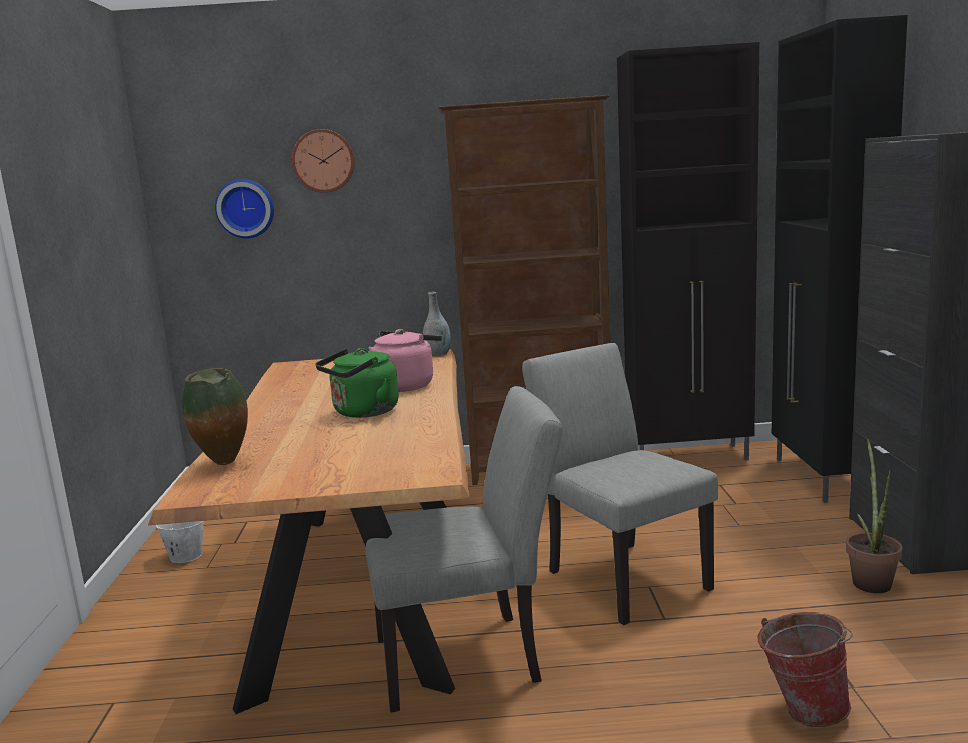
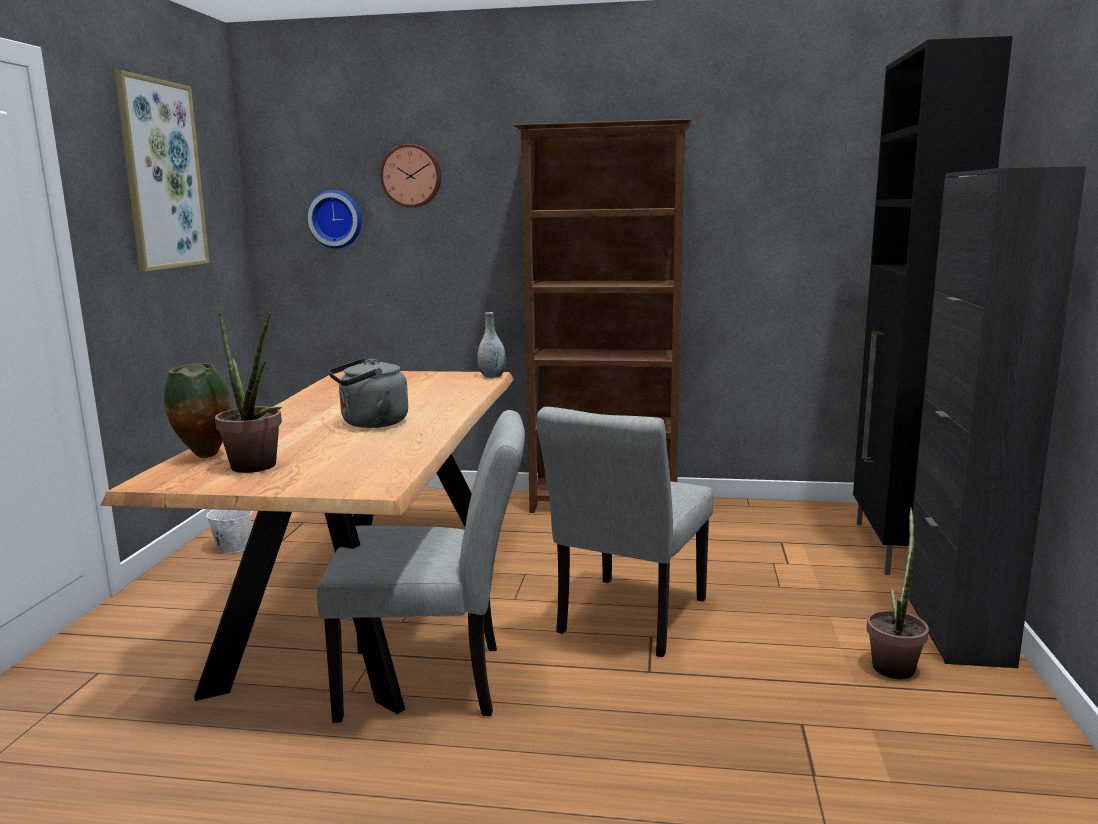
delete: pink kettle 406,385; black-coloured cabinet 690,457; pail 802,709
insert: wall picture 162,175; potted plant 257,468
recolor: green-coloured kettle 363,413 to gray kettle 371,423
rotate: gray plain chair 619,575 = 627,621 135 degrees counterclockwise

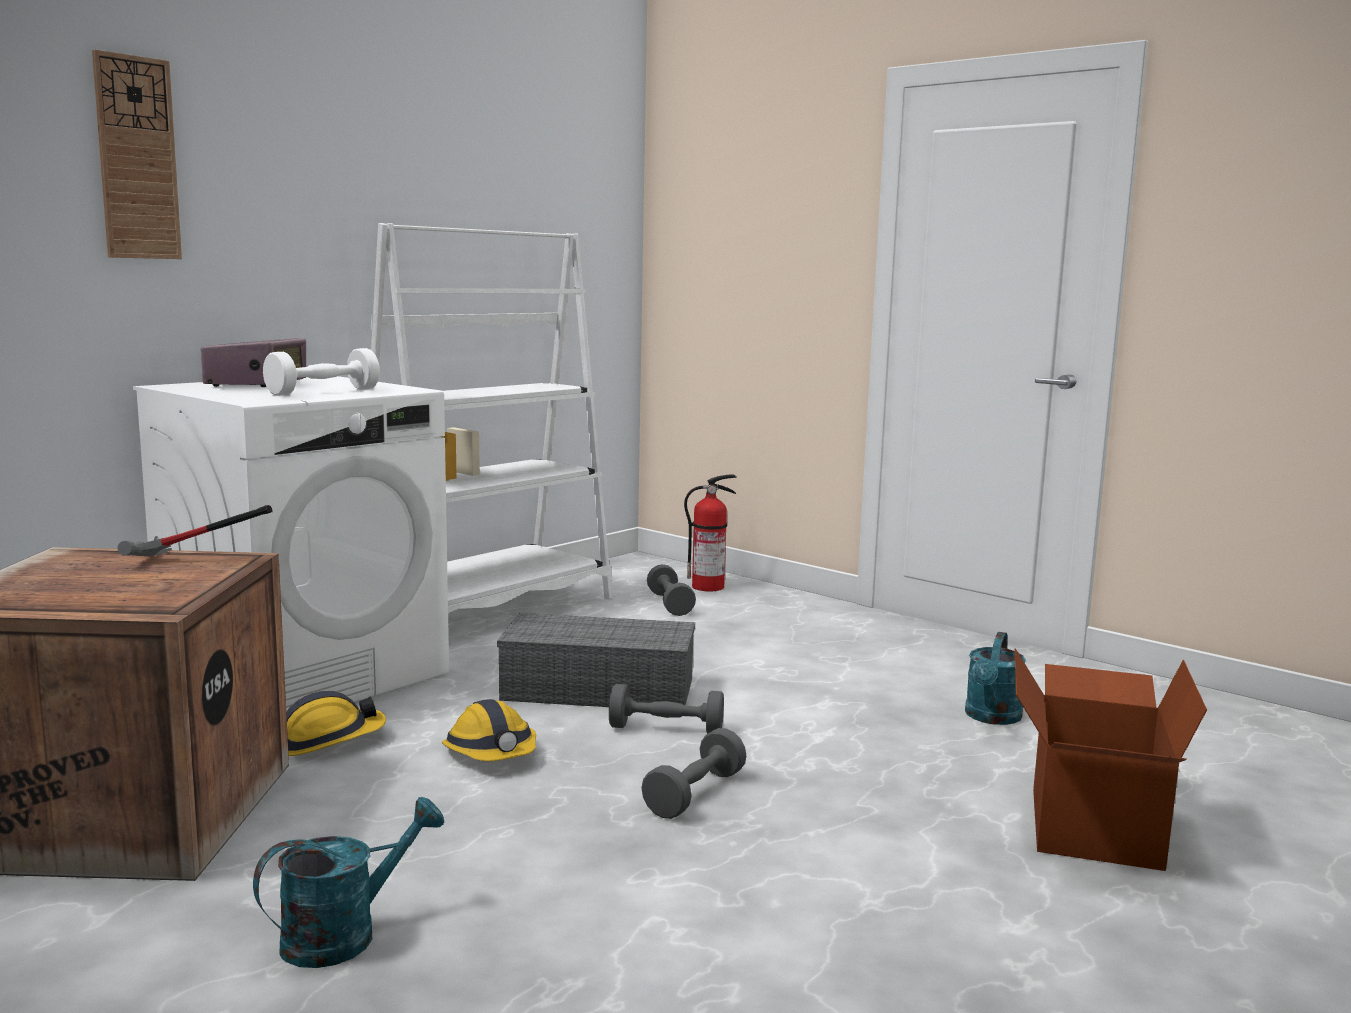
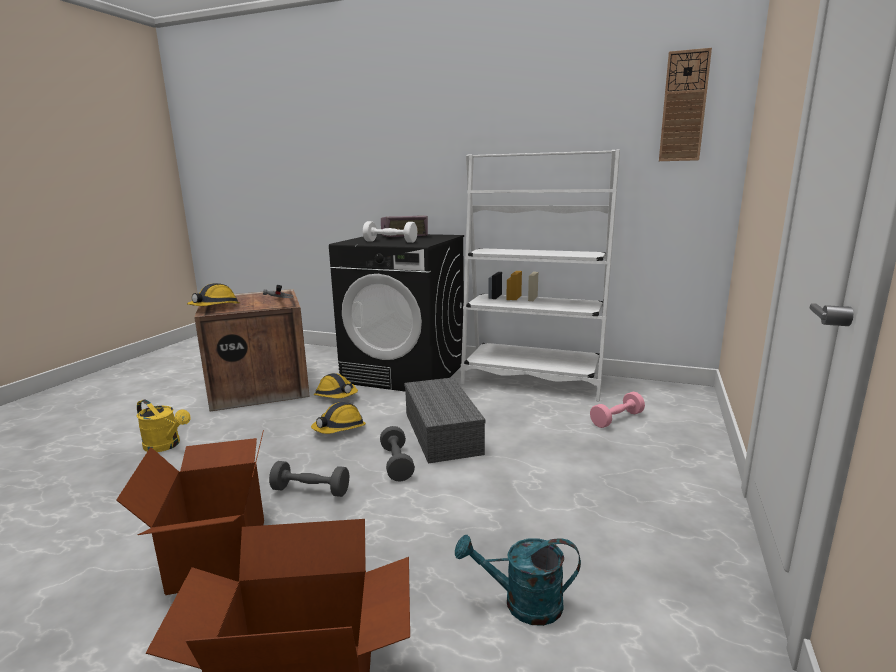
delete: fire extinguisher 709,587
insert: carton 216,554; safety helmet 215,307
move: wall clock 137,158 to 684,107
recolor: turquoise watering pot 345,934 to yellowish watering pot 166,446; white laundry machine 306,674 to black-coloured laundry machine 406,372; gray dumbbell 670,604 to pink dumbbell 616,419

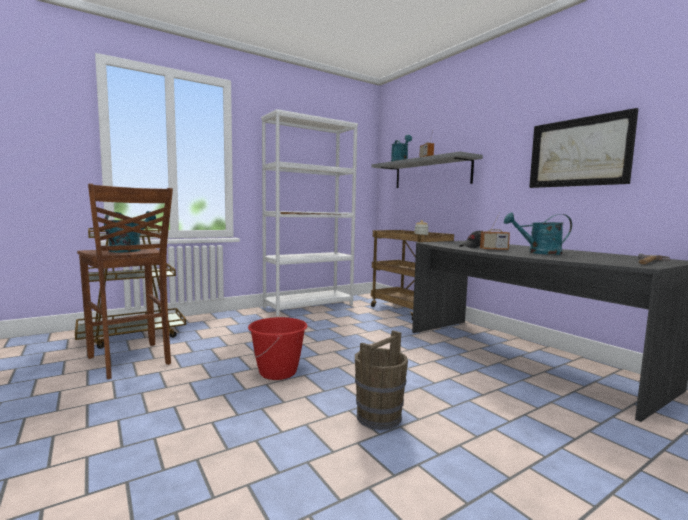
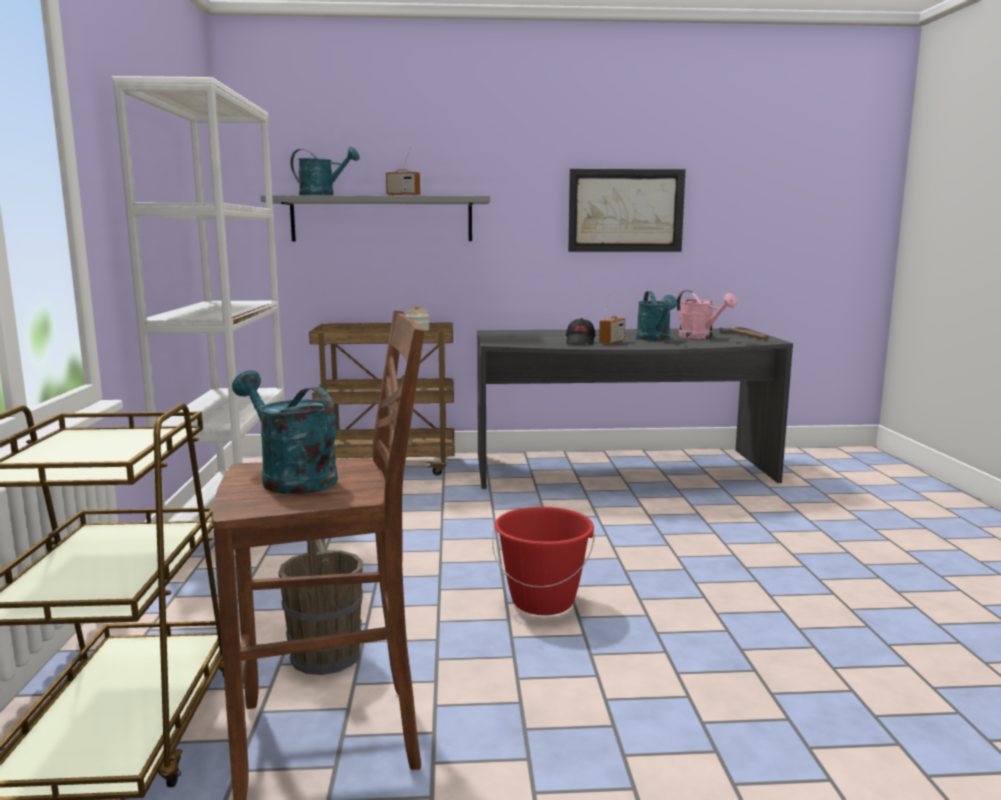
insert: pink watering pot 700,337
move: brown-coloured pail 378,417 to 325,656
rotate: turquoise watering pot 538,253 = 655,339 45 degrees counterclockwise

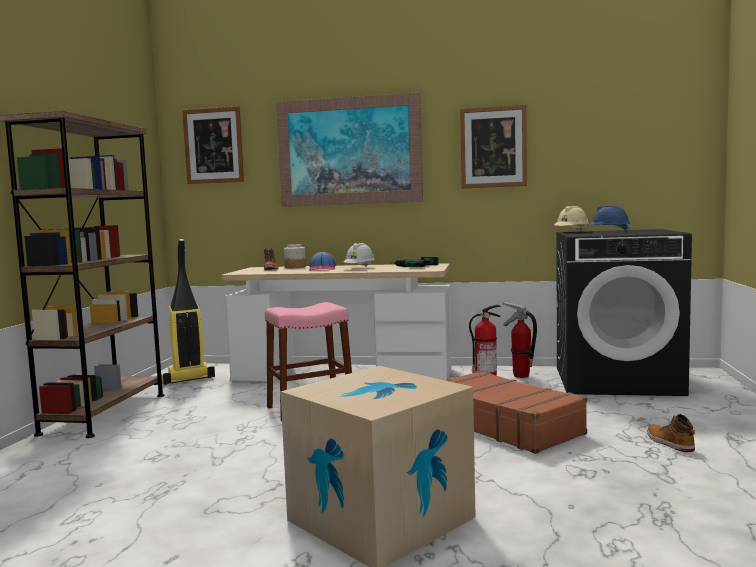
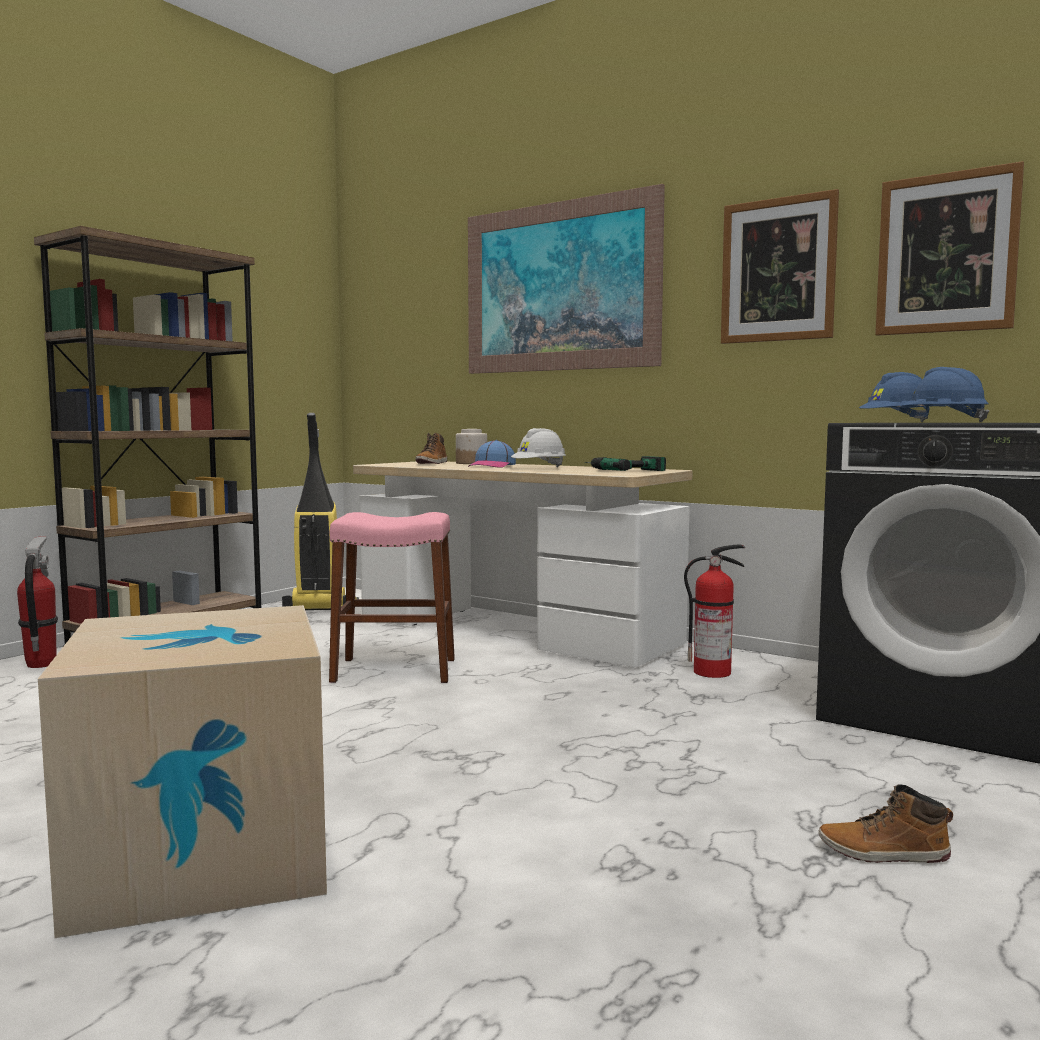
delete: brown-coloured suitcase 505,425
move: fire extinguisher 520,375 to 41,664; wall picture 213,146 to 946,253
recolor: beige-coloured safety helmet 571,232 to blue-coloured safety helmet 896,422
rotate: tall boot 669,443 = 883,853 90 degrees counterclockwise

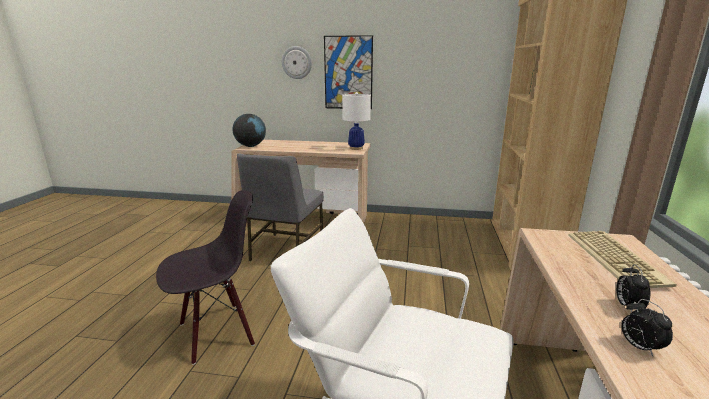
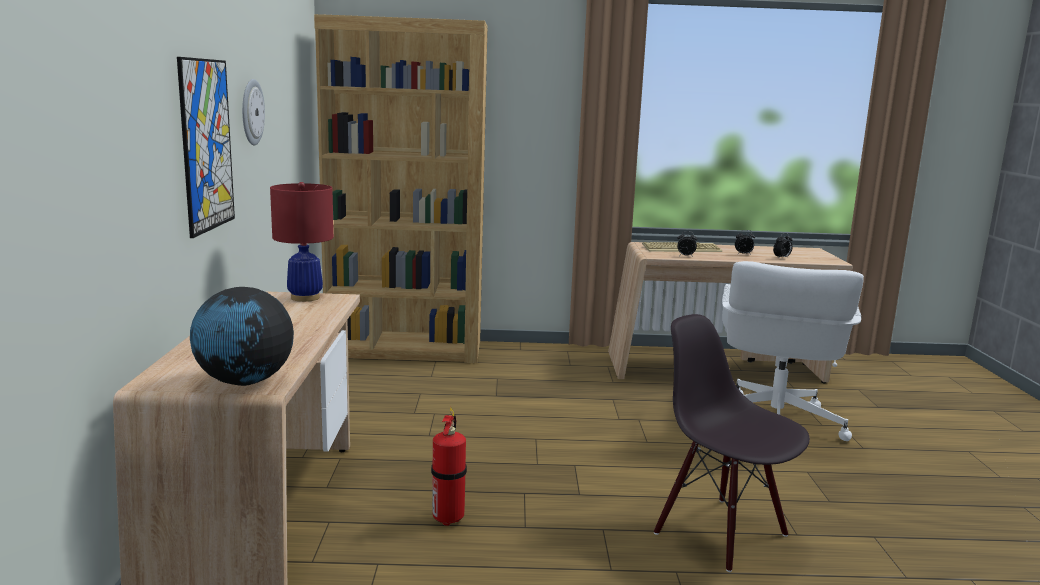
insert: bedside clock 685,256
move: wall clock 297,62 to 251,112
replace: gray plain chair 285,250 to fire extinguisher 449,517
recolor: white tabletop lamp 356,148 to reddish tabletop lamp 305,297

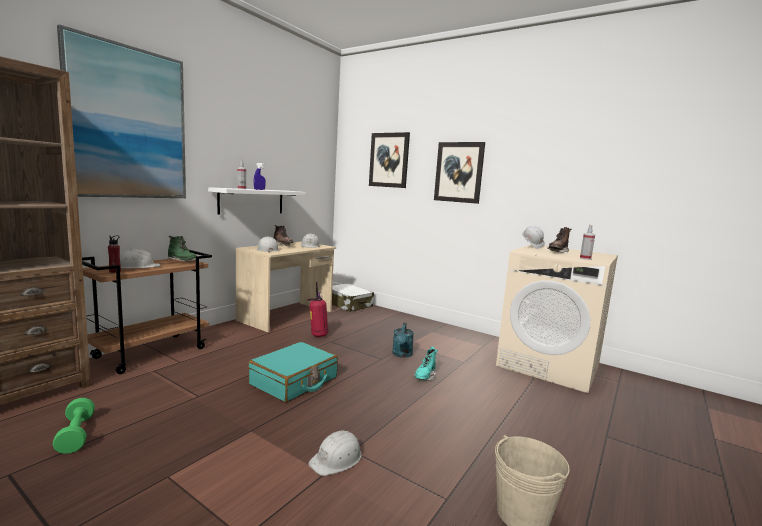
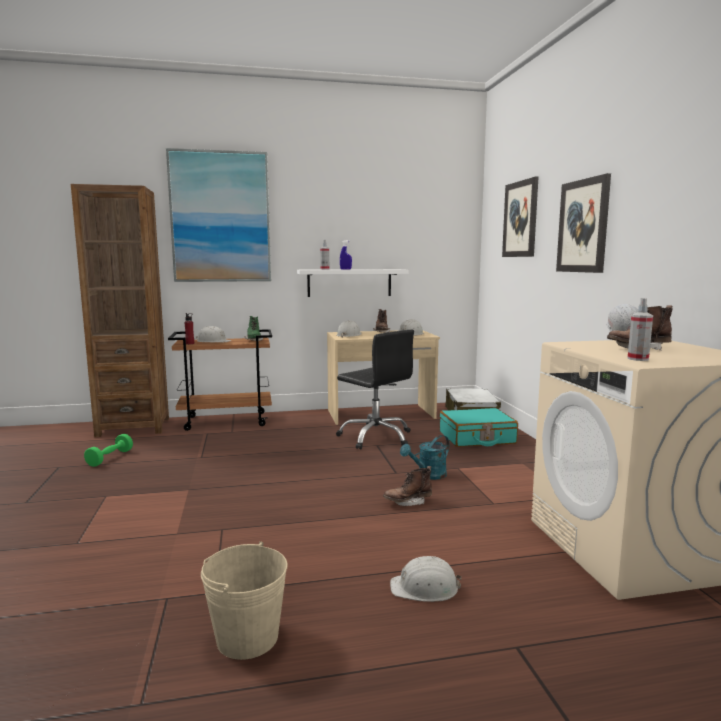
move: white safety helmet 337,459 to 425,588; turquoise suitcase 294,381 to 477,438
replace: fire extinguisher 318,335 to black-coloured desk chair 376,437
recolor: turquoise tall boot 425,377 to brown-coloured tall boot 408,502

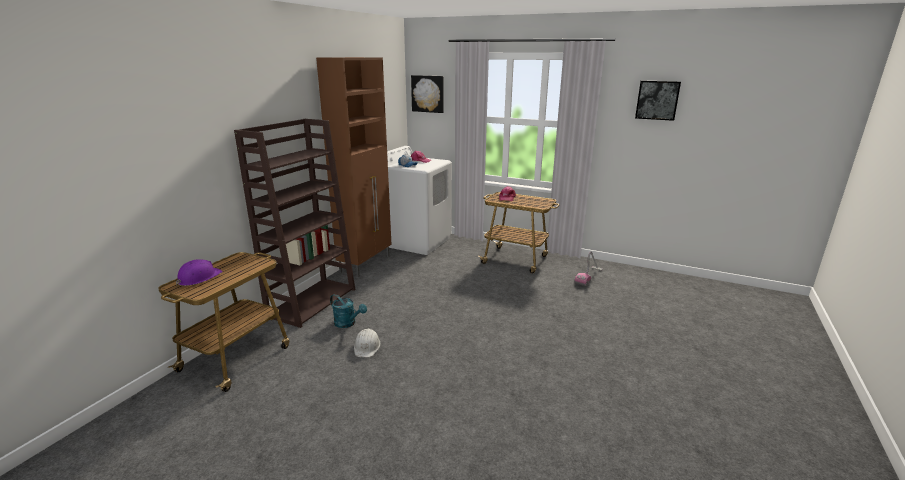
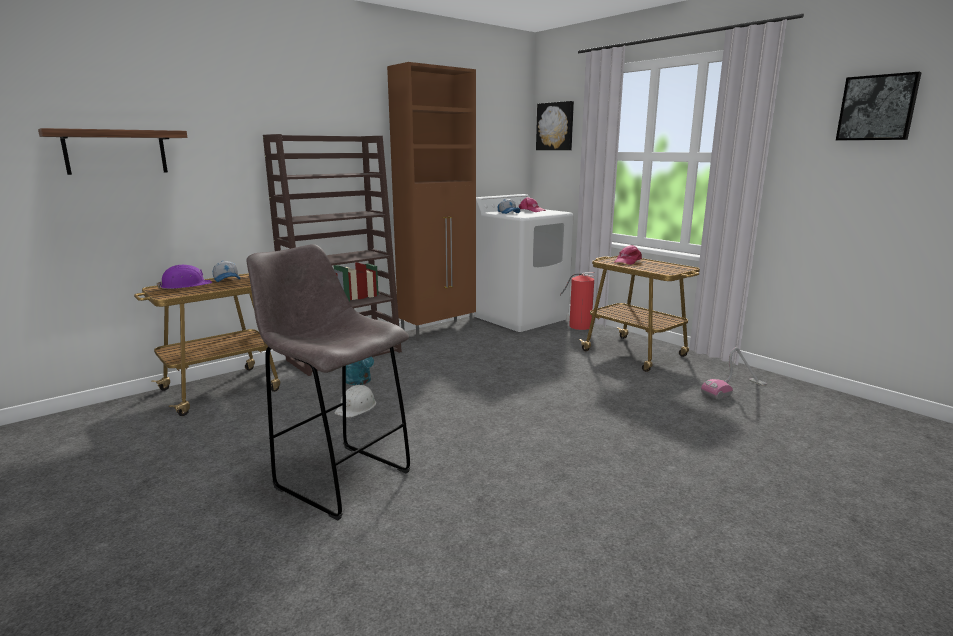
insert: bracket shelf 116,152; cap 227,279; gray sitting stool 340,478; fire extinguisher 579,326

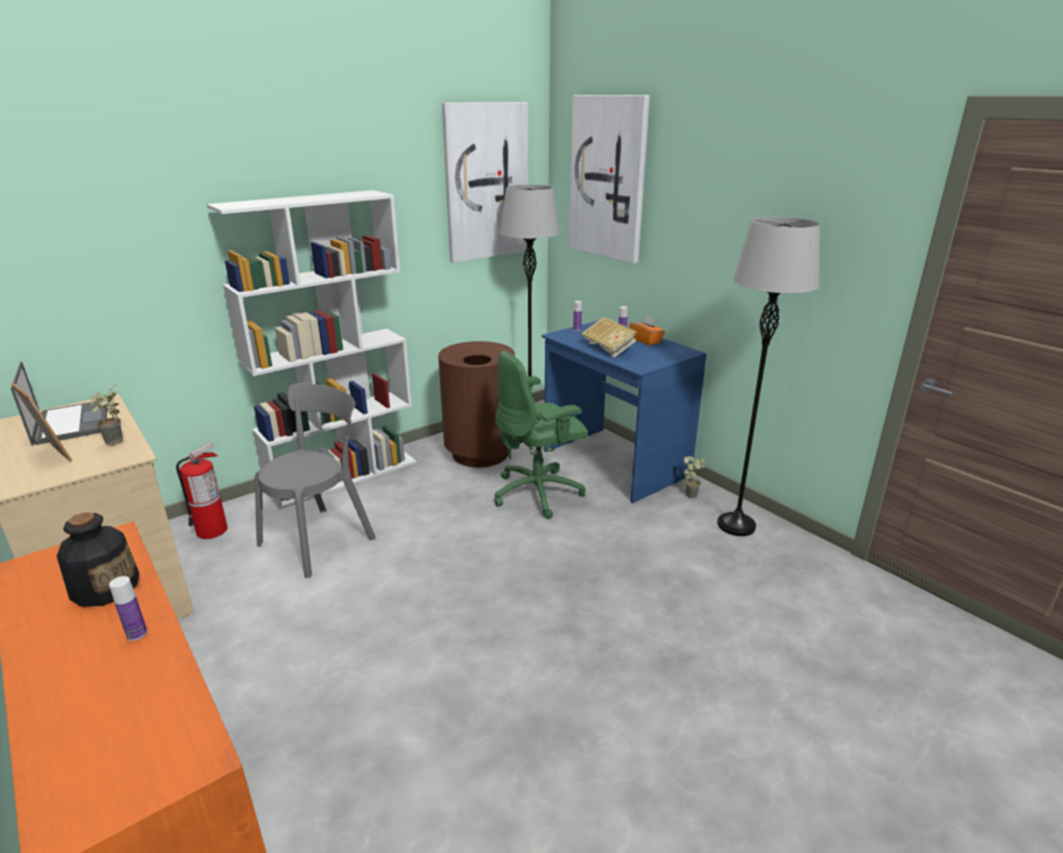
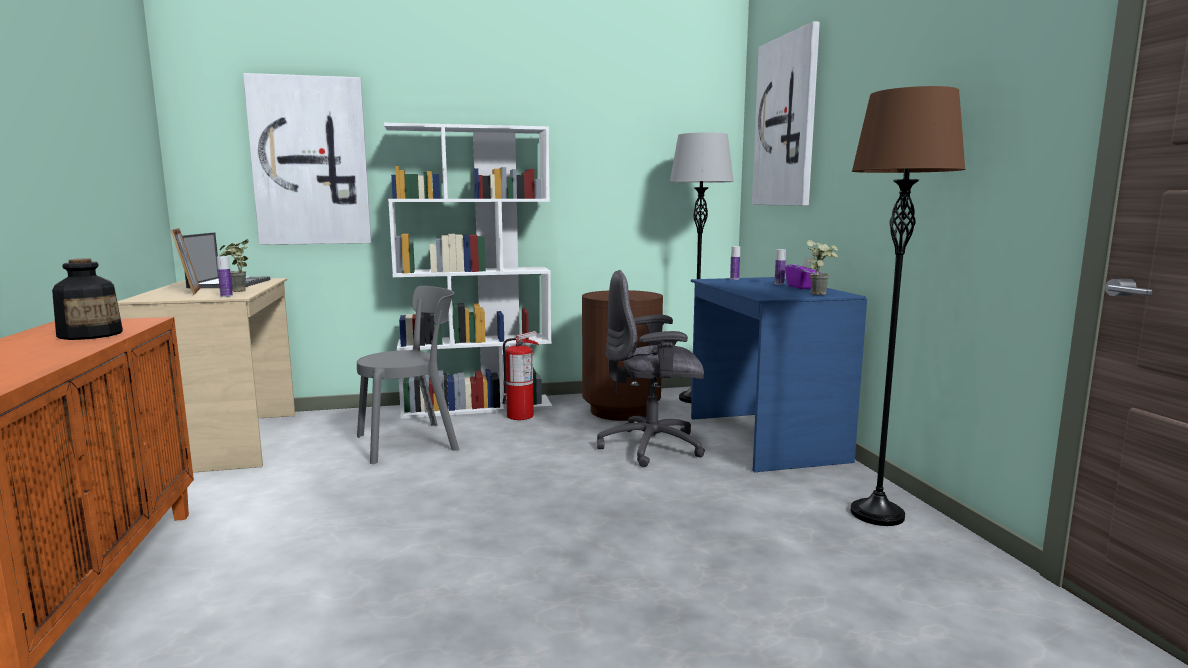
delete: book 608,348
move: beverage bottle 137,634 to 226,296; wall picture 486,182 to 310,161; fire extinguisher 212,530 to 520,416; potted plant 692,494 to 820,294
recolor: green-coloured desk chair 539,493 to gray desk chair 653,447; orange box of tissues 646,341 to purple-coloured box of tissues 803,287; gray floor lamp 736,525 to brown-coloured floor lamp 877,514

